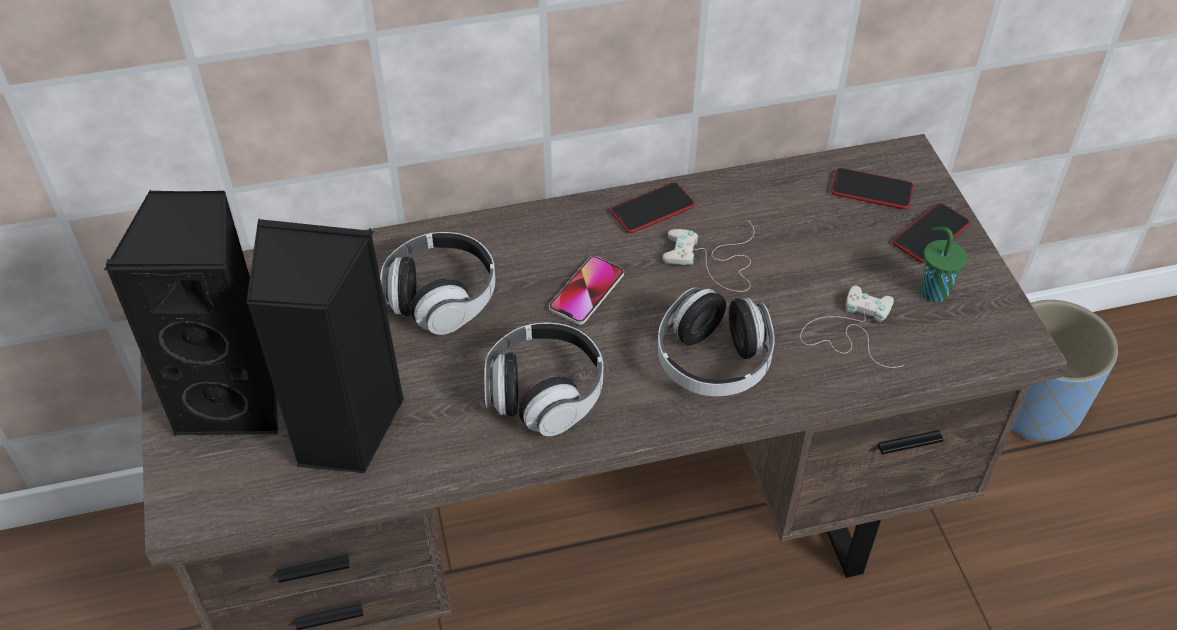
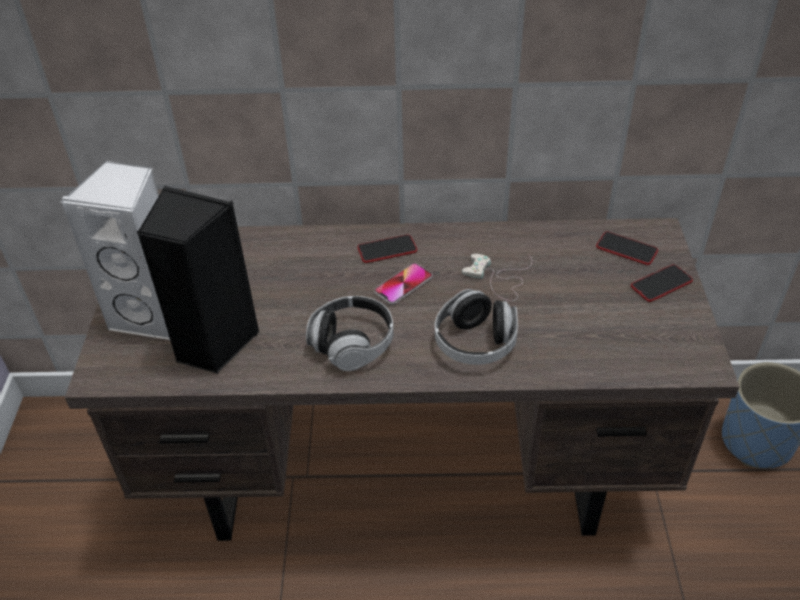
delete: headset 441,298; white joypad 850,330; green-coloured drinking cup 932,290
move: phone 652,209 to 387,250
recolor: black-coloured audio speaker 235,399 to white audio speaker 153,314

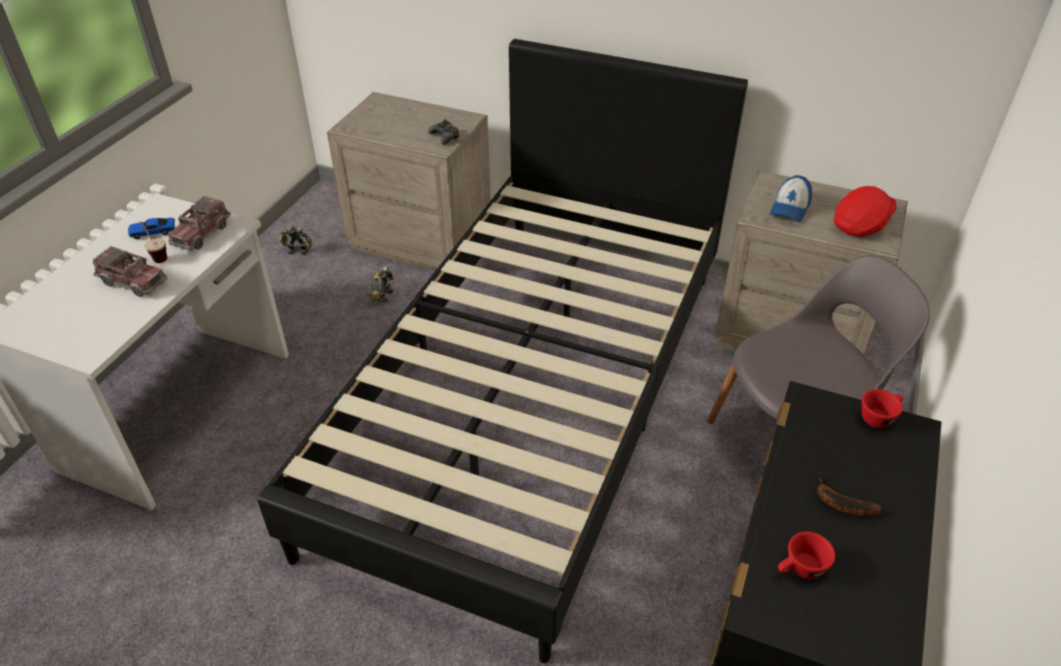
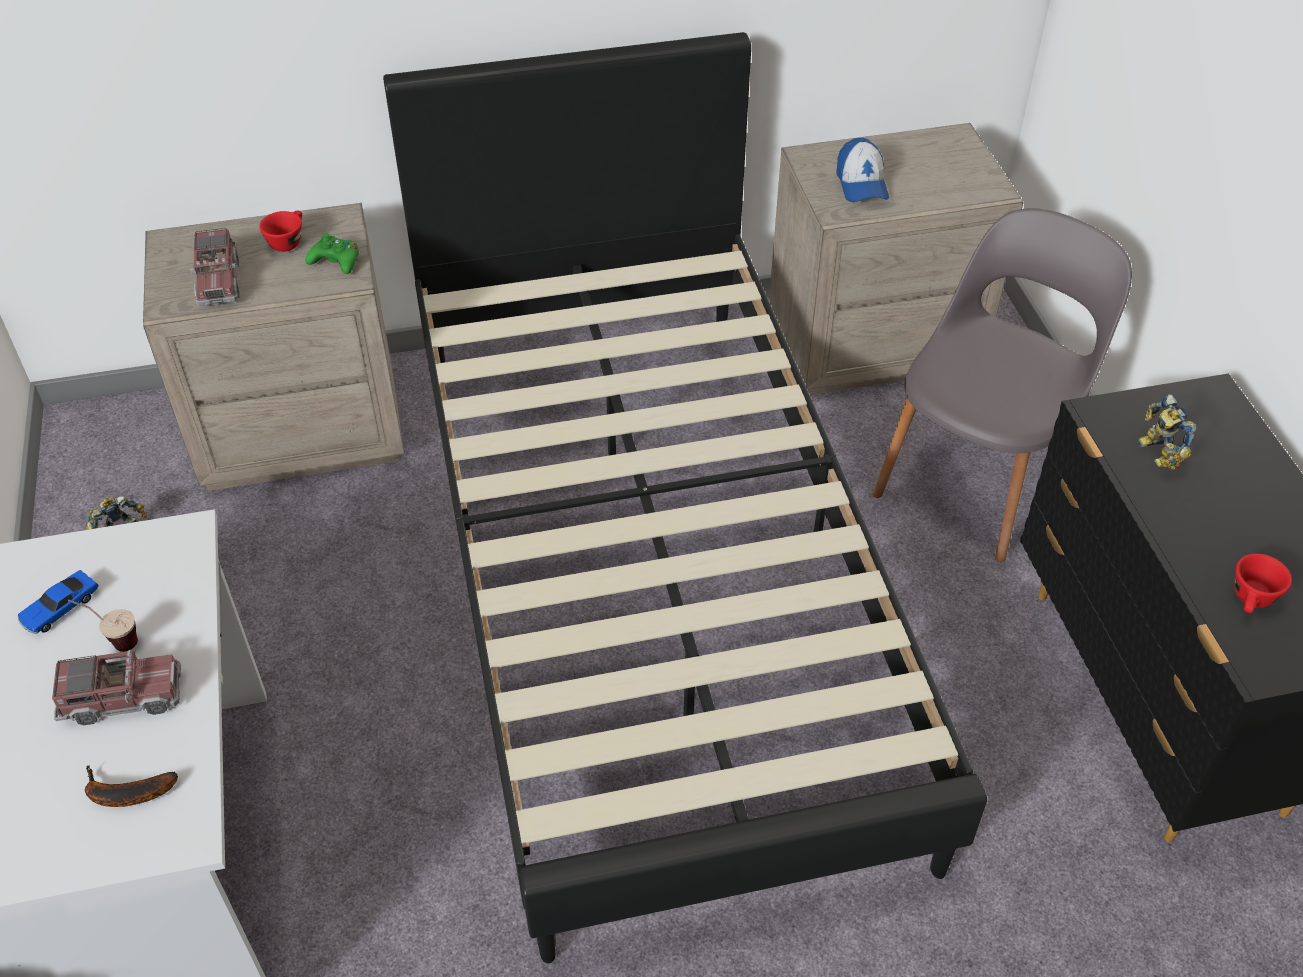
delete: reddish cap 862,224
move: banana 840,503 to 124,794; toy truck 201,234 to 218,281; reddish drinking cup 879,416 to 288,240; toy robot 382,295 to 1155,454
recolor: black-coloured joypad 445,137 to green-coloured joypad 336,261

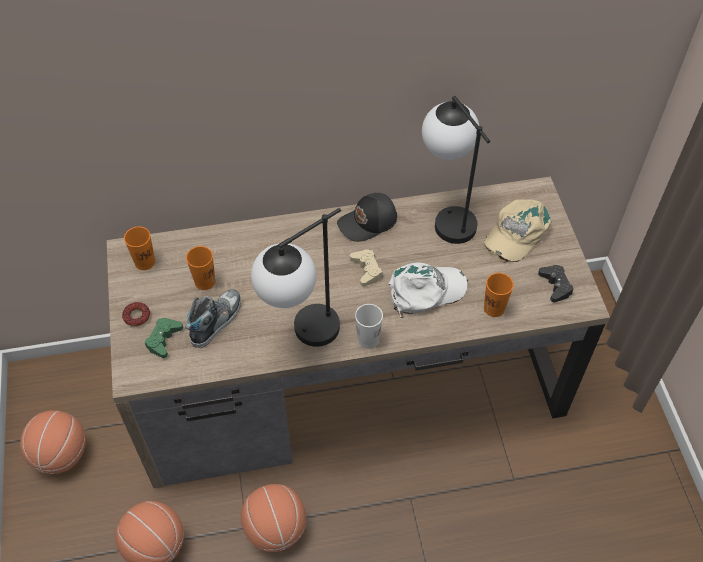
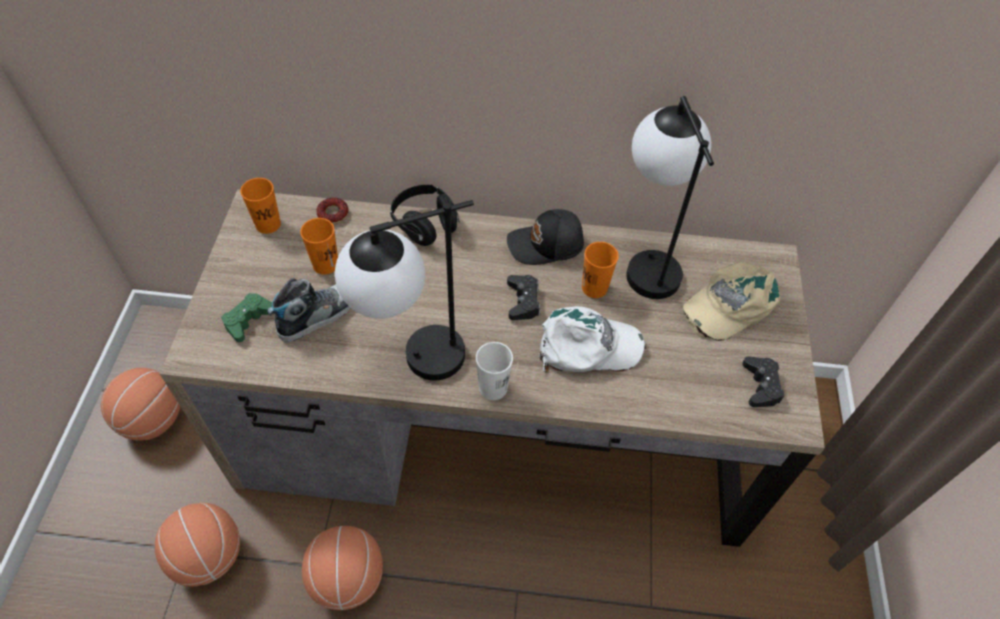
insert: black-coloured headset 425,225
move: donut 137,316 to 333,214; orange drinking cup 494,308 to 594,288
recolor: beige-coloured joypad 366,270 to black-coloured joypad 523,301

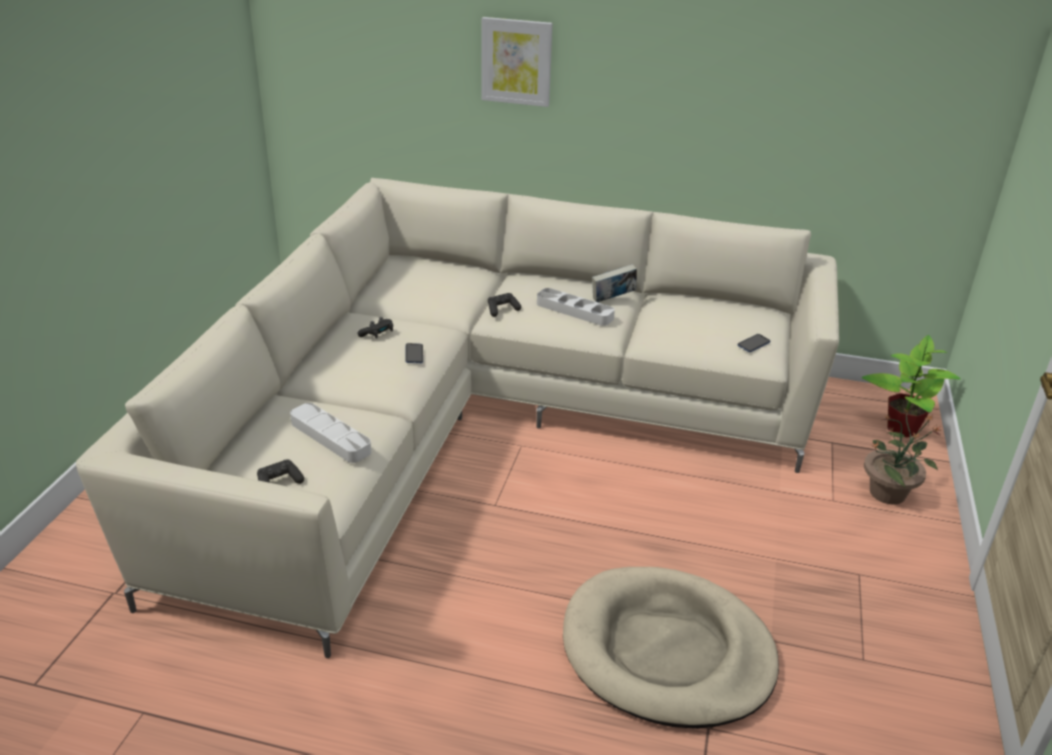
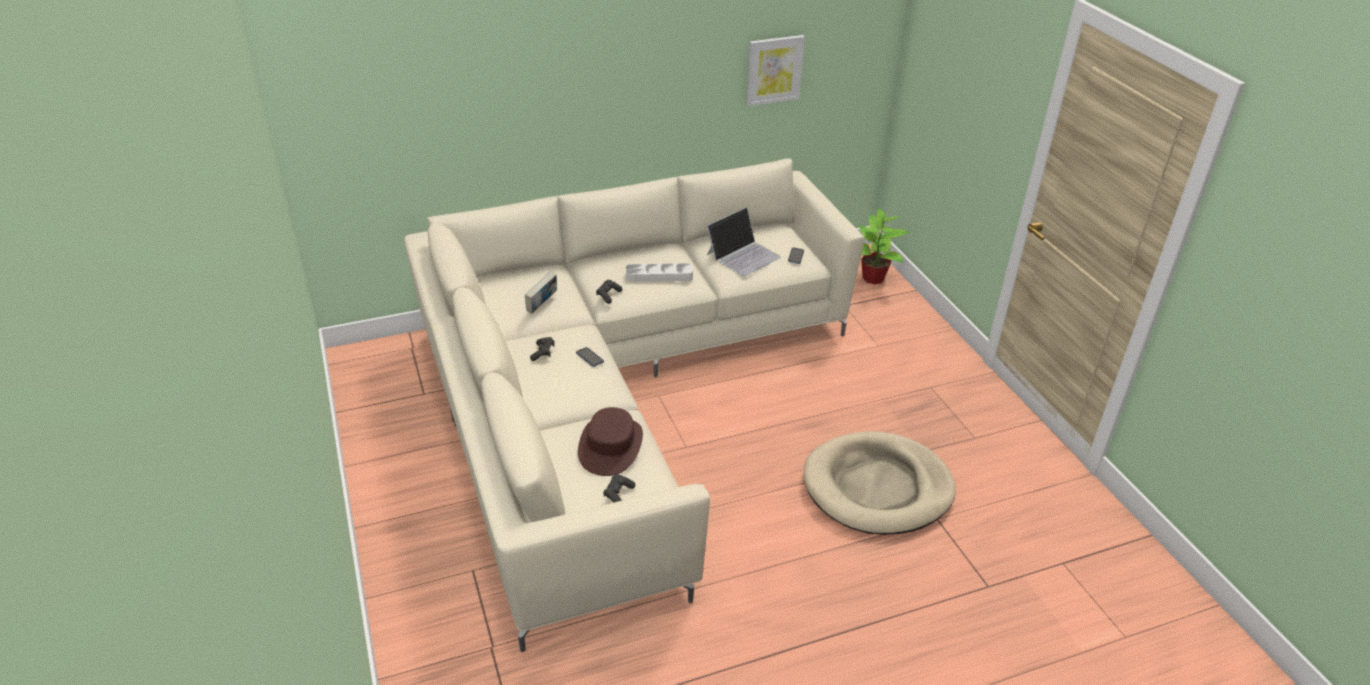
delete: potted plant 888,493
insert: portable computer 743,255
move: book 613,299 to 542,305; wall picture 516,61 to 774,70
replace: gray tray 330,437 to brown-coloured hat 611,446

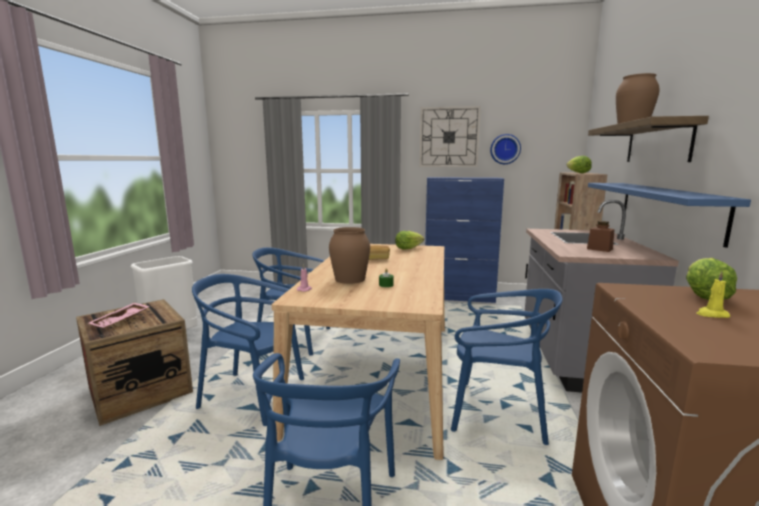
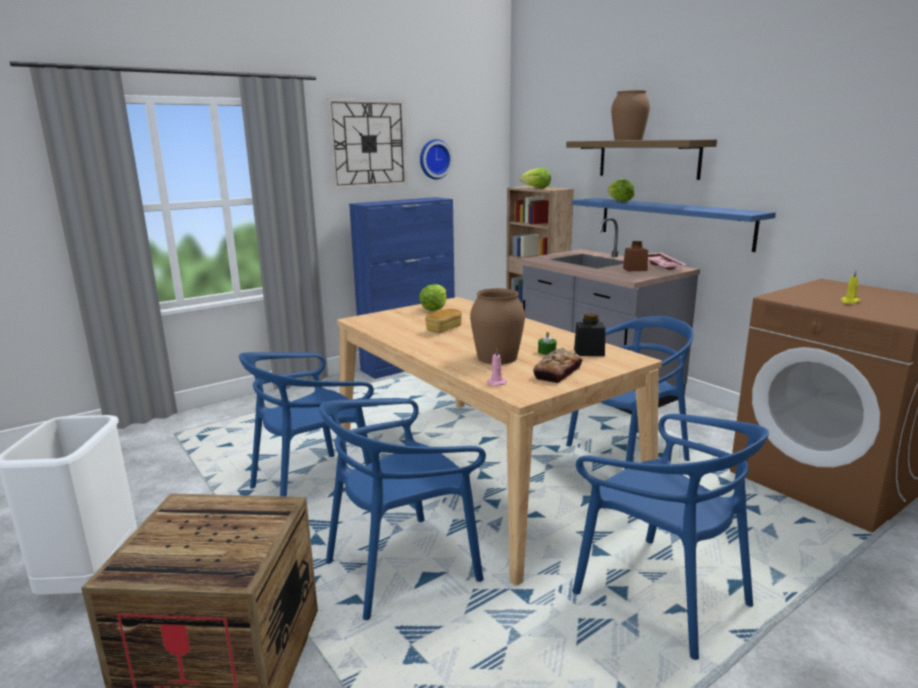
insert: bread 557,372; black-coloured preserve jar 589,352
move: head of lettuce 704,296 to 619,201; pink tray 121,321 to 663,266

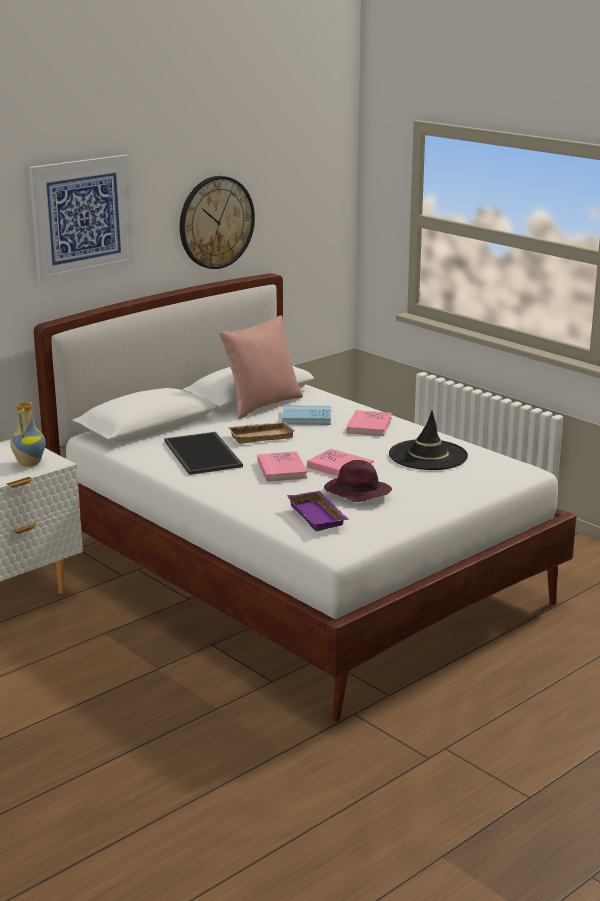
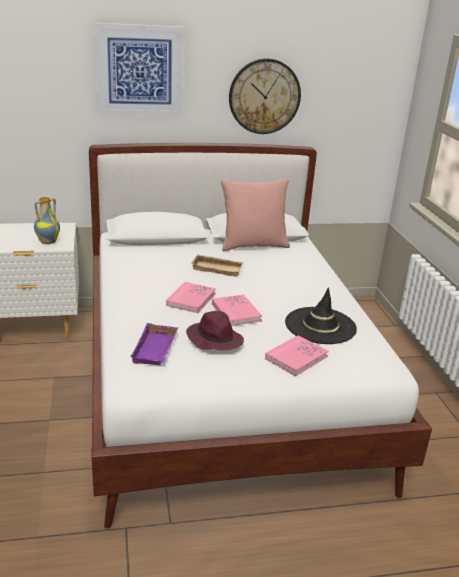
delete: tray 204,454; blue-coloured book 307,418
move: pink book 369,426 to 296,357

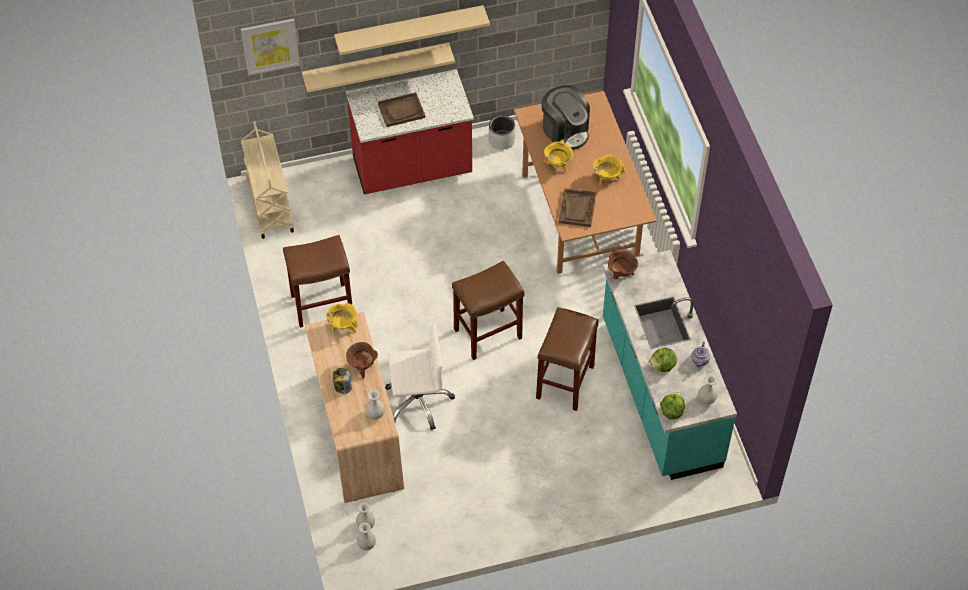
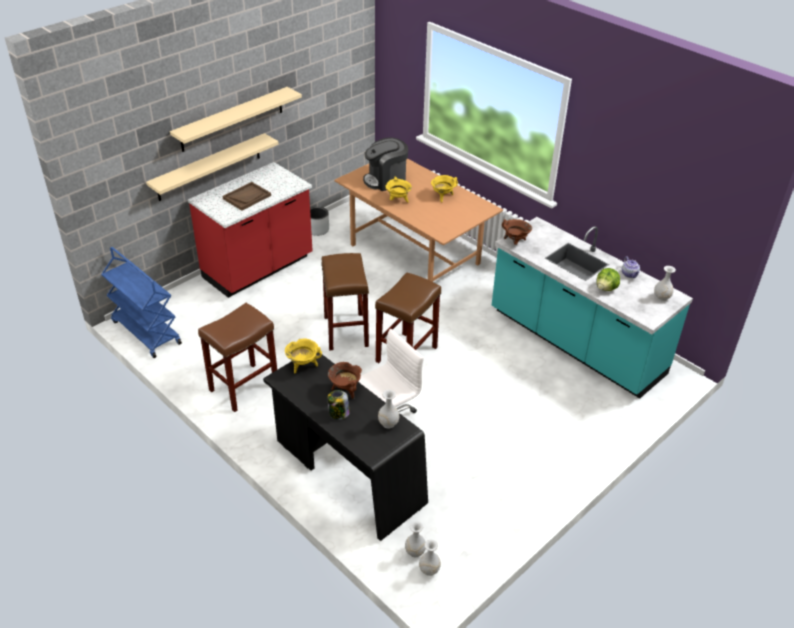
delete: wall picture 270,46; brown-coloured tray 577,209; head of lettuce 671,411
move: brown-coloured sitting stool 565,381 to 345,331
recolor: beige-coloured trolley 269,205 to blue-coloured trolley 145,332; beige-coloured desk unit 357,430 to black-coloured desk unit 347,473
rotate: coffee brewer 565,131 = 386,180 135 degrees clockwise

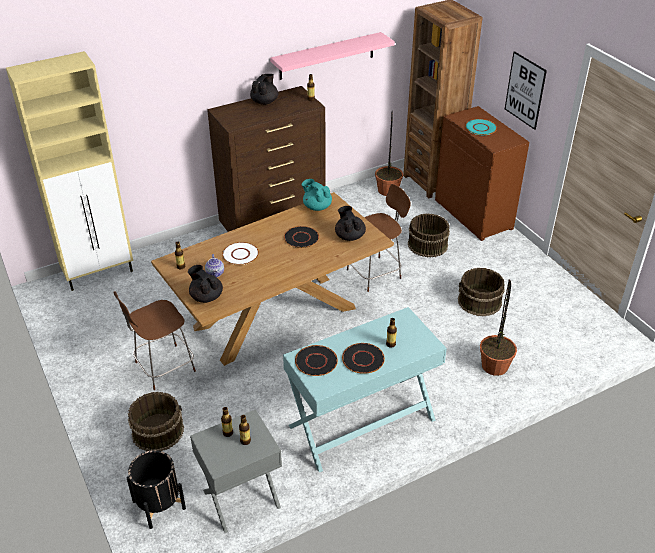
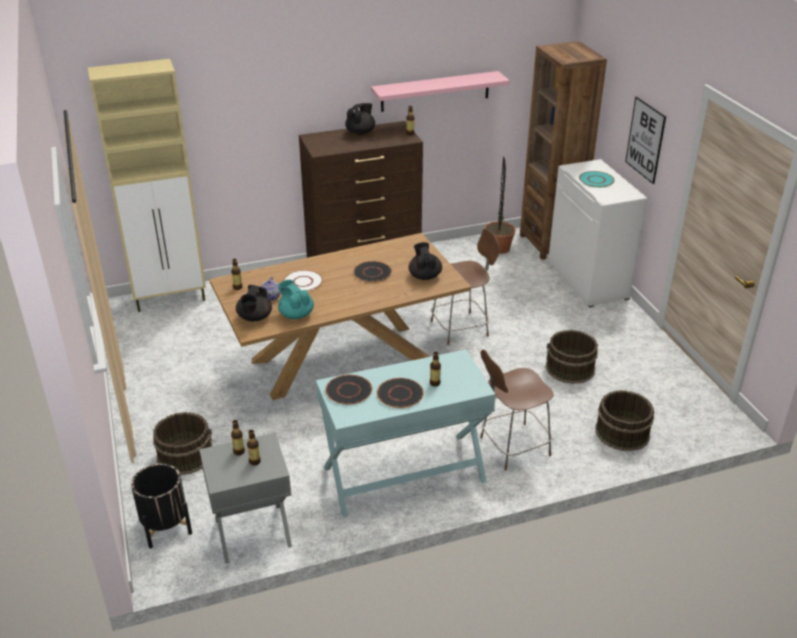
delete: potted plant 494,366
move: turquoise pot for tea 317,207 to 296,314; brown-coloured plain chair 163,368 to 512,447; brown-coloured pail 427,245 to 621,433
recolor: brown-coloured cabinet 474,215 to white cabinet 588,281
rotate: black-coloured pot for tea 206,296 = 254,318 135 degrees counterclockwise

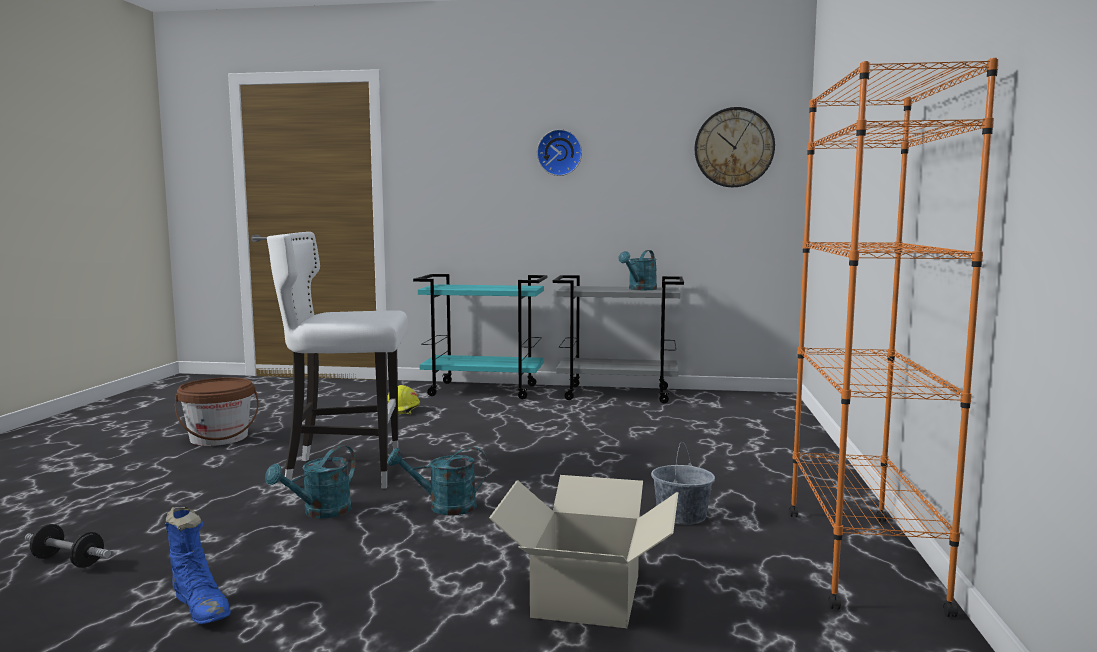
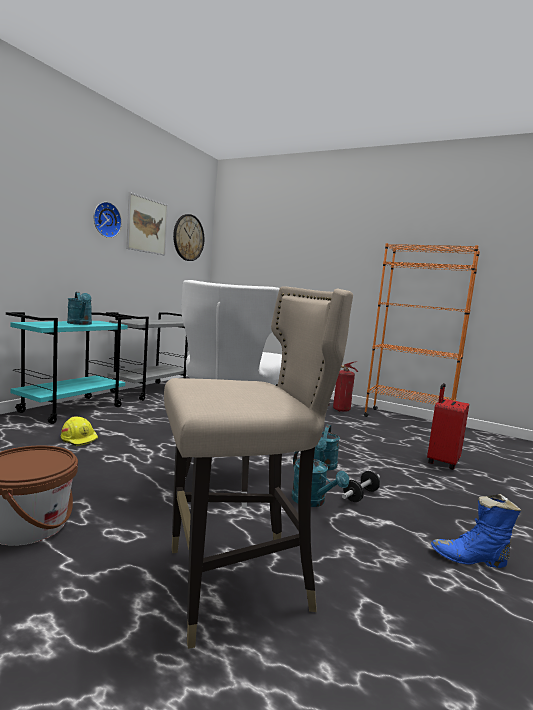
delete: gray pail 681,516
insert: wall picture 147,225; beige-coloured sitting stool 235,584; fire extinguisher 340,410
move: turquoise watering pot 640,289 to 80,324; dumbbell 68,561 to 360,495
replace: carton 588,595 to reddish suitcase 442,462
rotate: blue-coloured tall boot 201,607 = 470,559 150 degrees counterclockwise

